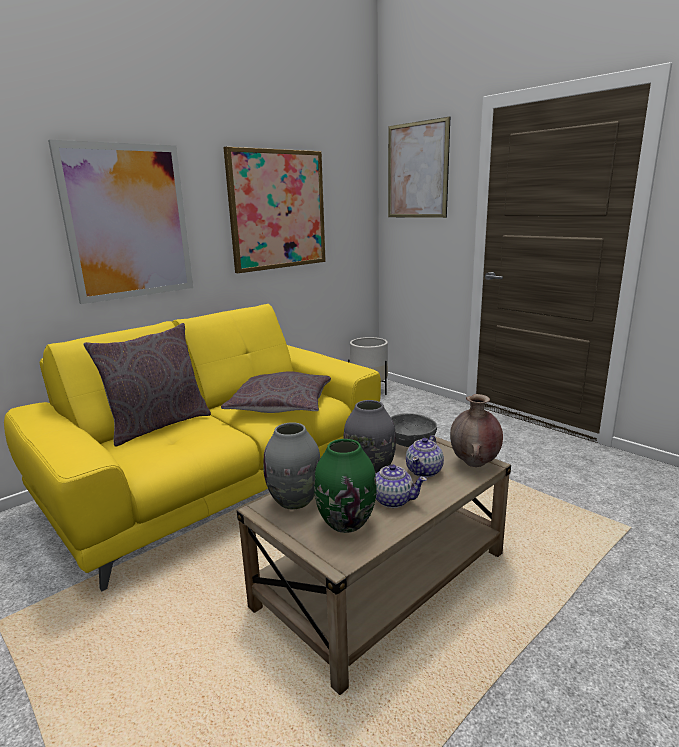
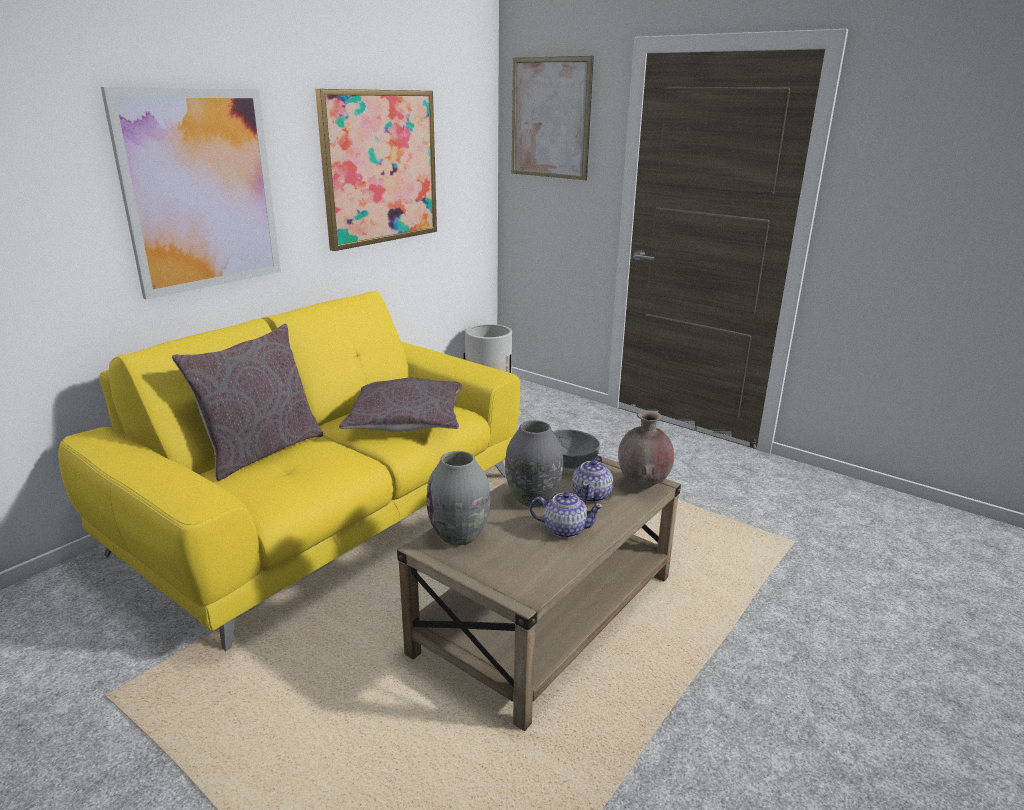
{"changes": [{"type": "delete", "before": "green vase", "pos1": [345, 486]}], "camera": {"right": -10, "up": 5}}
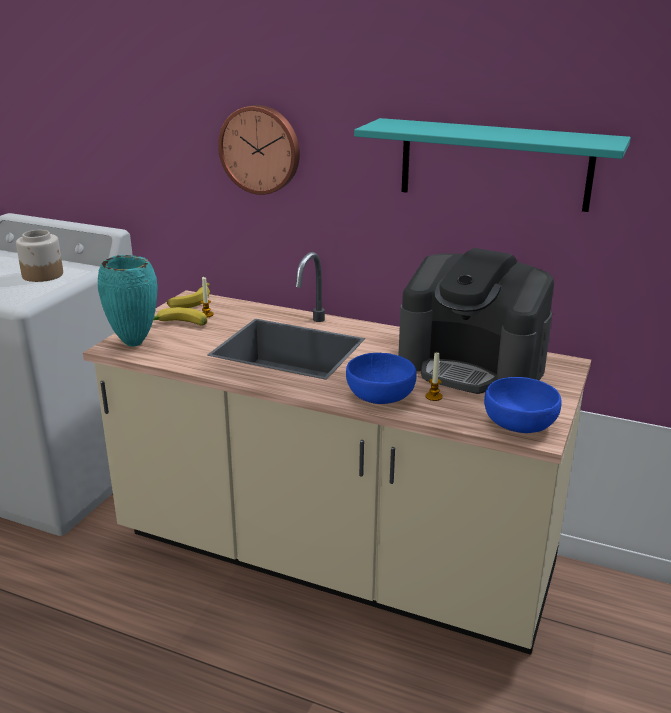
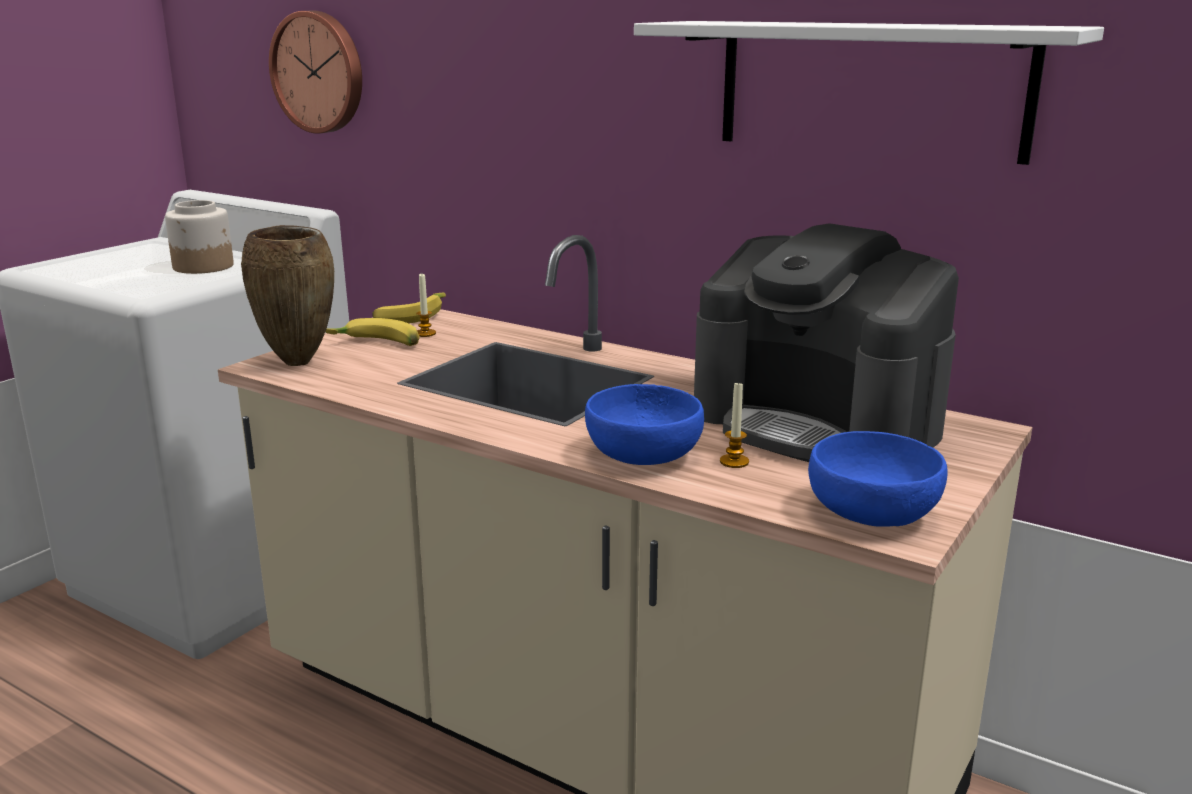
{"changes": [{"type": "move", "before": "wall clock", "pos1": [259, 150], "pos2": [315, 72]}, {"type": "recolor", "before": "turquoise vase", "after": "brown vase", "pos1": [128, 301], "pos2": [287, 295]}, {"type": "recolor", "before": "turquoise shelf", "after": "white shelf", "pos1": [492, 165], "pos2": [869, 93]}], "camera": {"right": 10, "up": -5}}
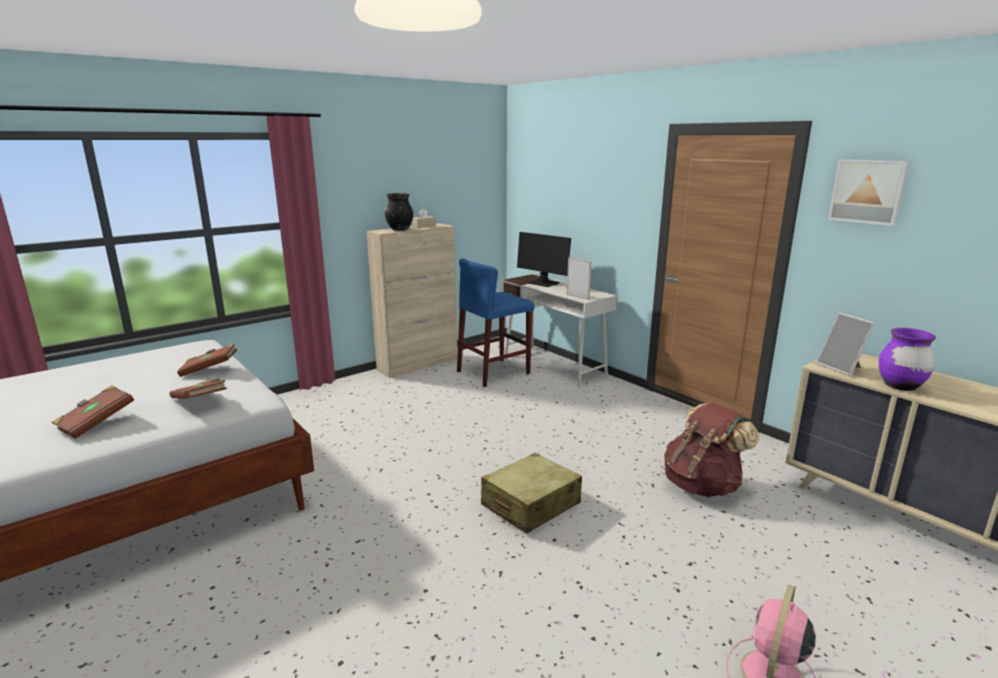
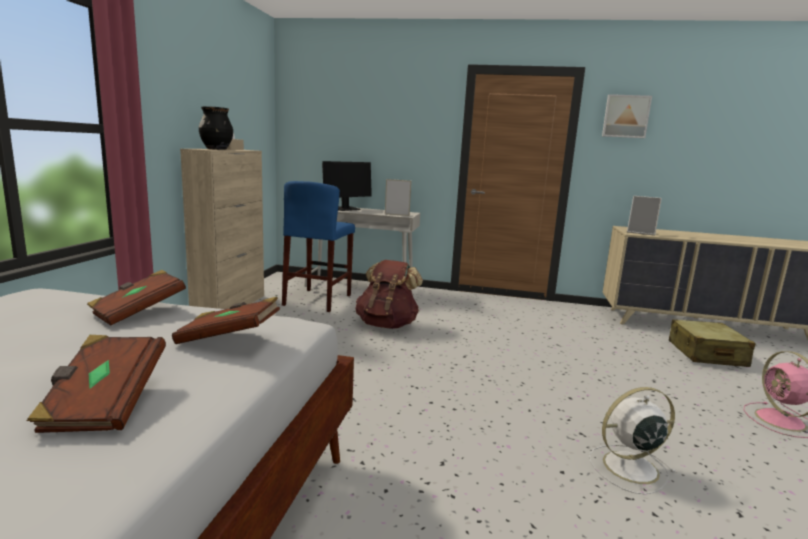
{"changes": [{"type": "delete", "before": "purple vase", "pos1": [907, 359]}, {"type": "insert", "after": "white fan", "pos2": [632, 440]}, {"type": "move", "before": "beige suitcase", "pos1": [531, 493], "pos2": [712, 343]}, {"type": "move", "before": "brown backpack", "pos1": [711, 449], "pos2": [389, 294]}, {"type": "rotate", "before": "monitor", "pos1": [544, 259], "pos2": [347, 186], "turn": -45}], "camera": {"right": -40, "up": -5}}
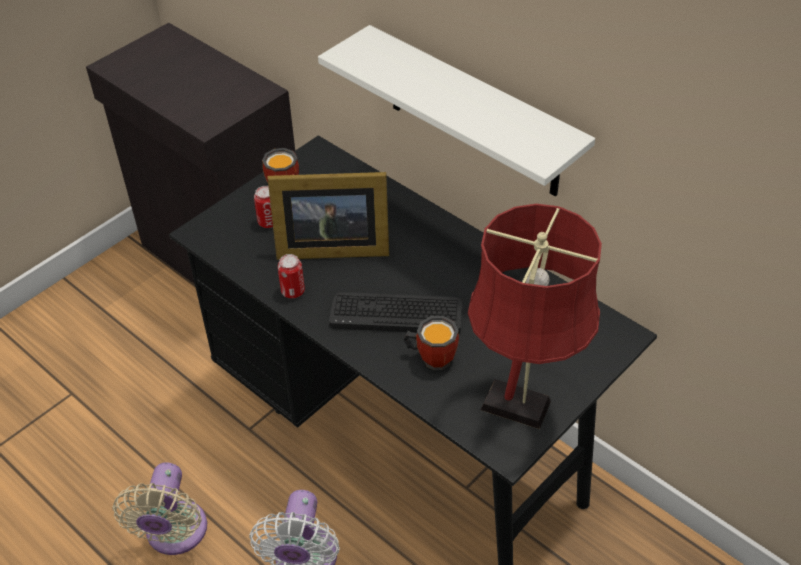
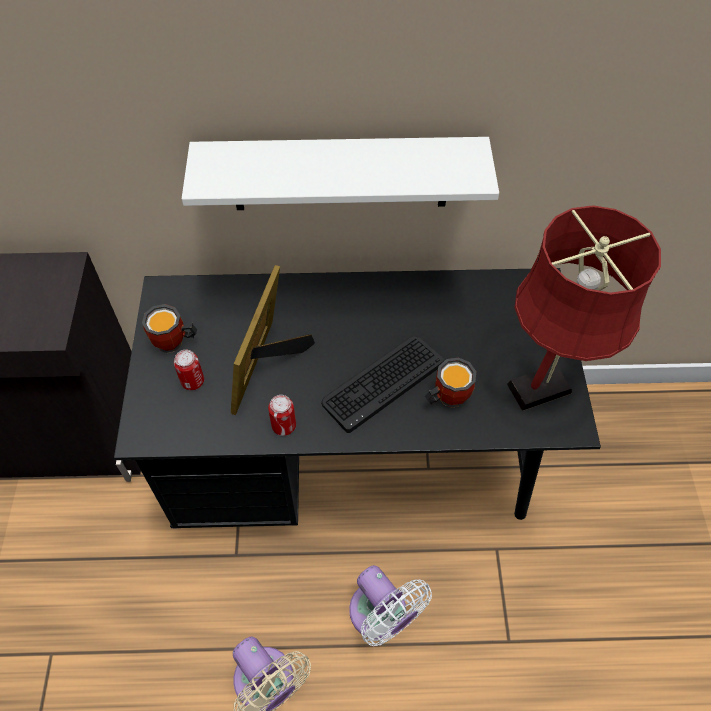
{"changes": [{"type": "rotate", "before": "picture frame", "pos1": [328, 216], "pos2": [273, 340], "turn": 150}], "camera": {"right": -45, "up": 10}}
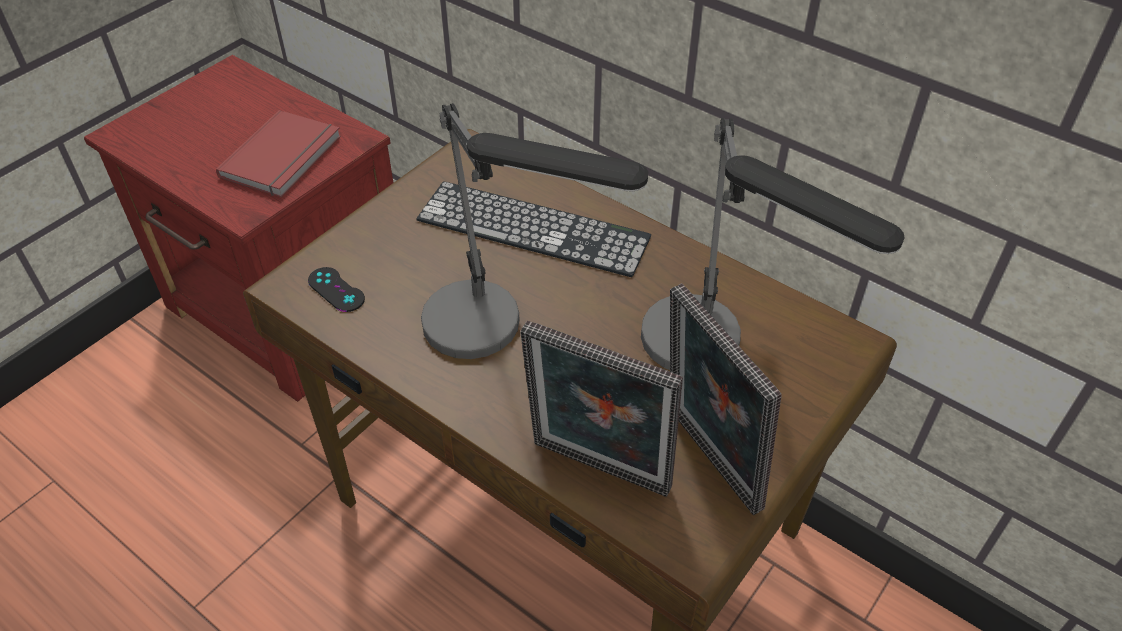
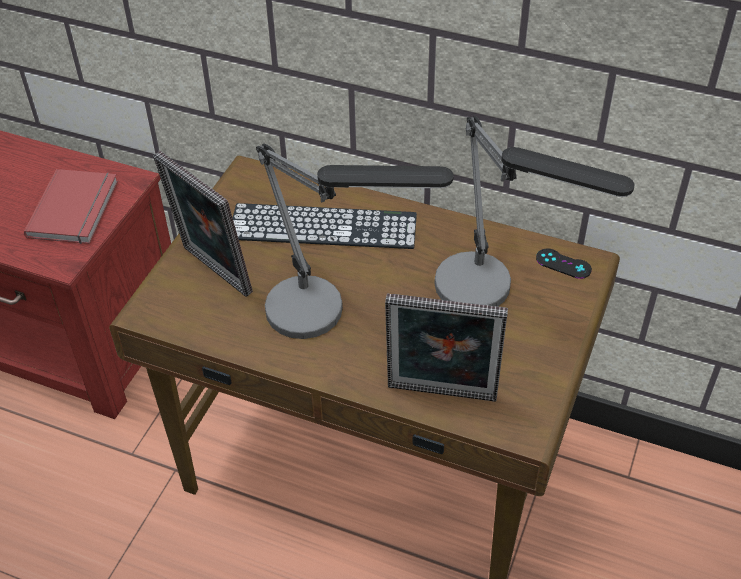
{"changes": [{"type": "move", "before": "black game controller", "pos1": [336, 289], "pos2": [564, 264]}, {"type": "move", "before": "picture frame", "pos1": [725, 399], "pos2": [203, 224]}], "camera": {"right": -15, "up": 0}}
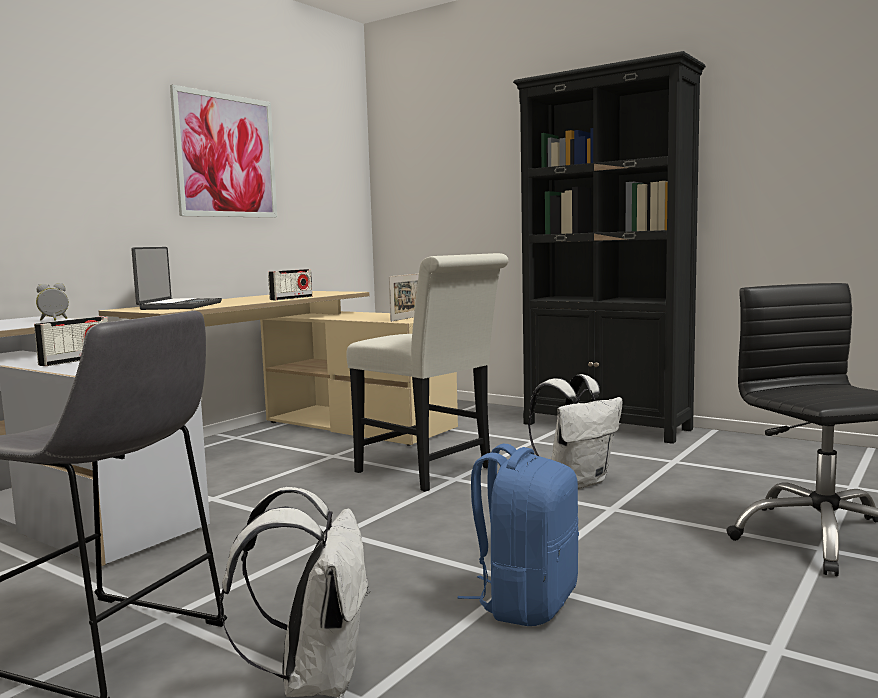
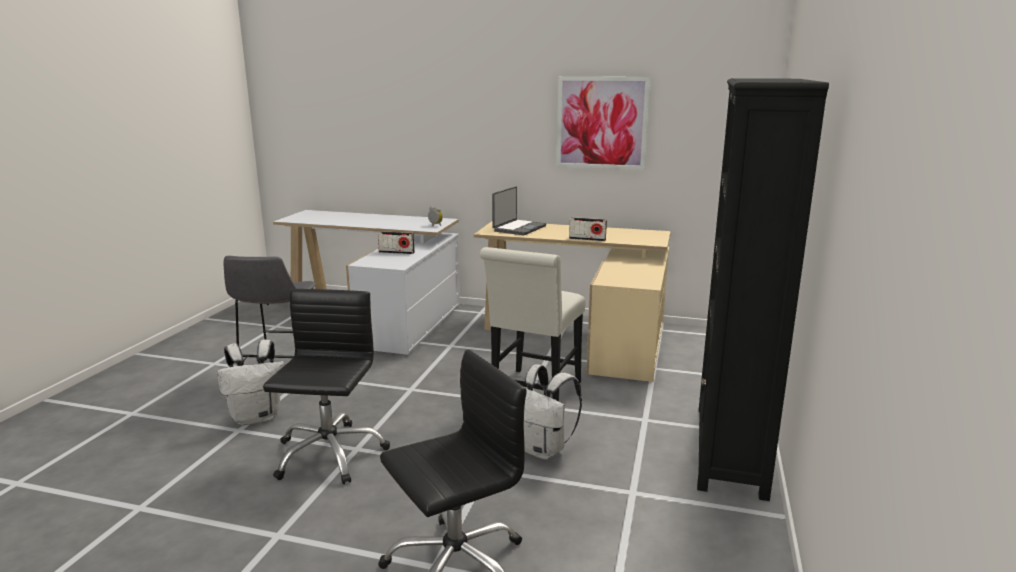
{"changes": [{"type": "delete", "before": "picture frame", "pos1": [404, 298]}, {"type": "replace", "before": "blue backpack", "after": "black office chair", "pos1": [518, 535], "pos2": [326, 386]}, {"type": "rotate", "before": "laptop", "pos1": [176, 278], "pos2": [519, 210], "turn": -45}], "camera": {"right": 70, "up": 10}}
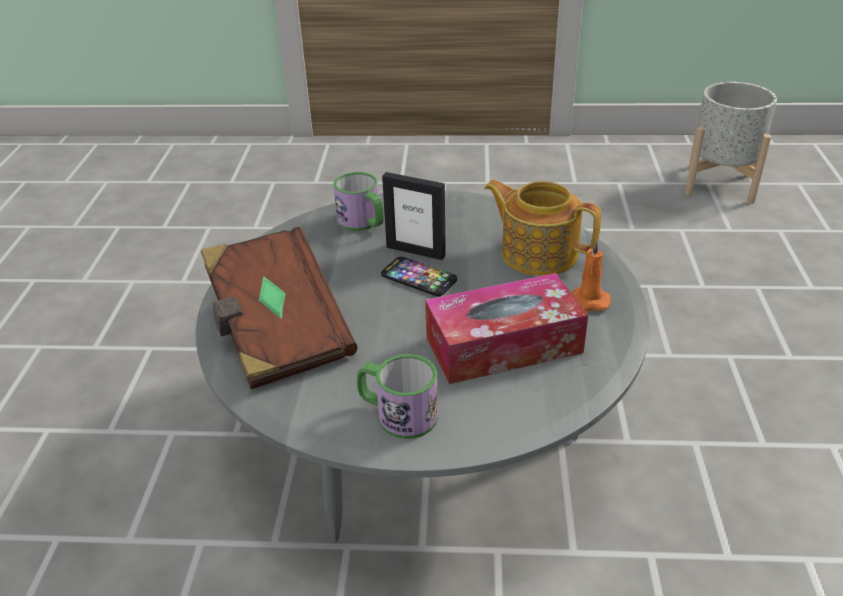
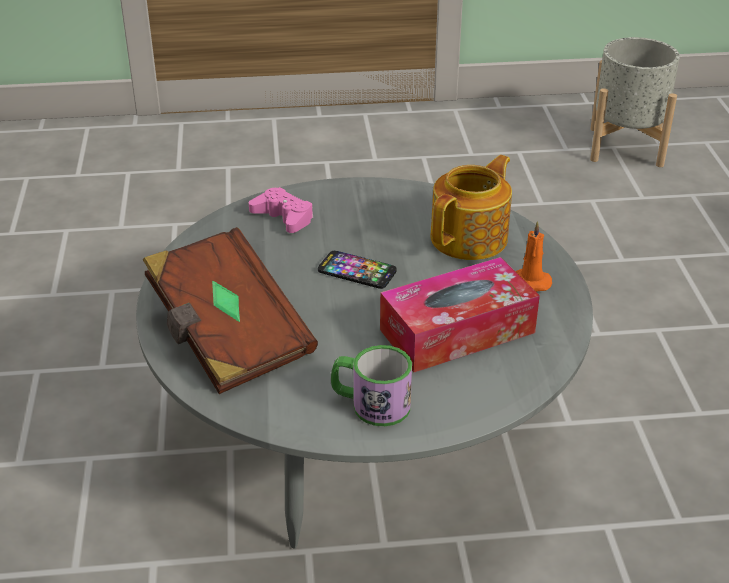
{"changes": [{"type": "delete", "before": "picture frame", "pos1": [414, 216]}, {"type": "replace", "before": "mug", "after": "pink game controller", "pos1": [358, 201], "pos2": [281, 210]}, {"type": "rotate", "before": "teapot", "pos1": [542, 228], "pos2": [471, 207], "turn": 105}], "camera": {"right": -10, "up": 0}}
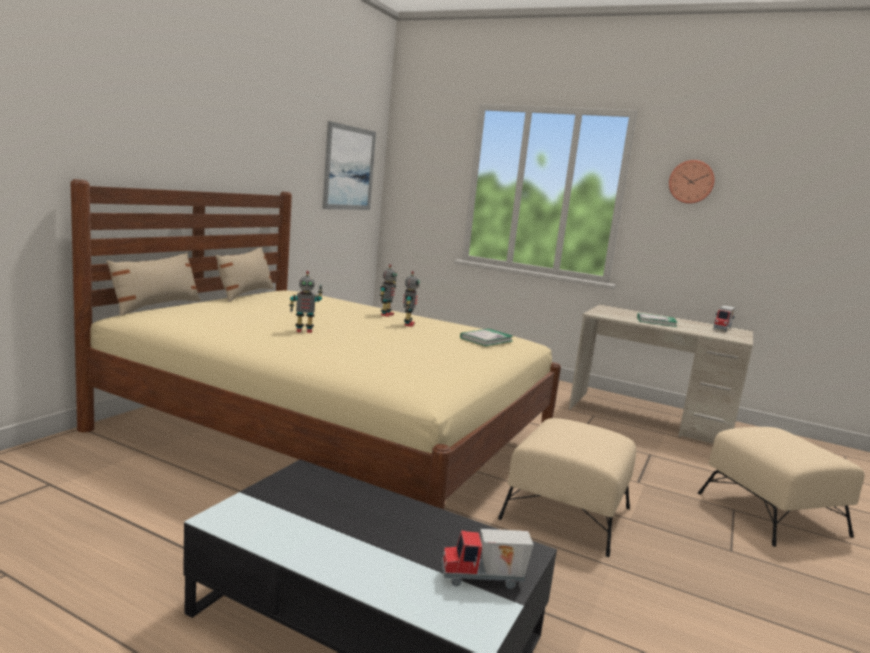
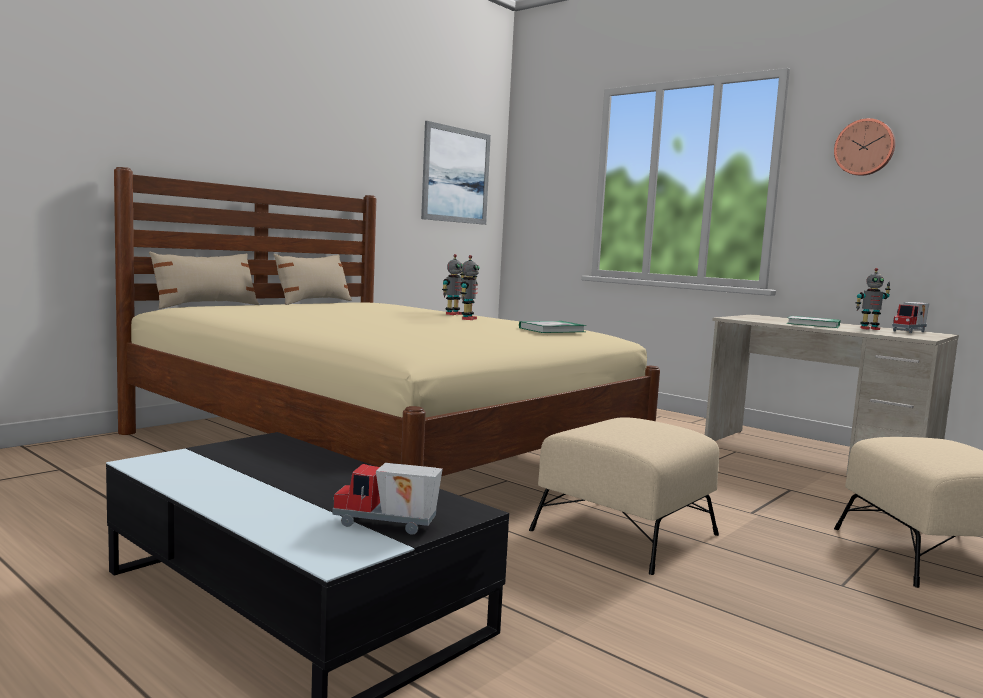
{"changes": [{"type": "move", "before": "toy robot", "pos1": [306, 302], "pos2": [873, 299]}], "camera": {"right": 15, "up": -5}}
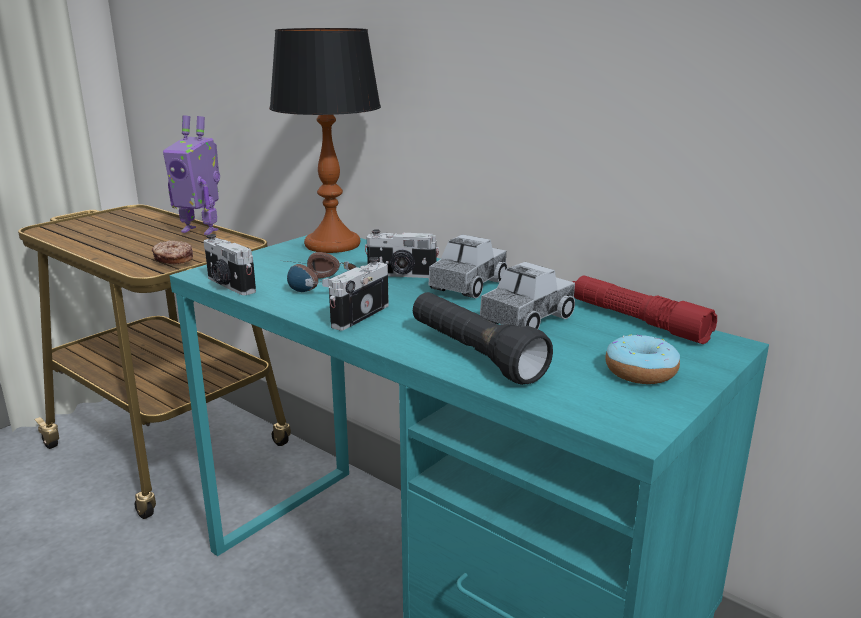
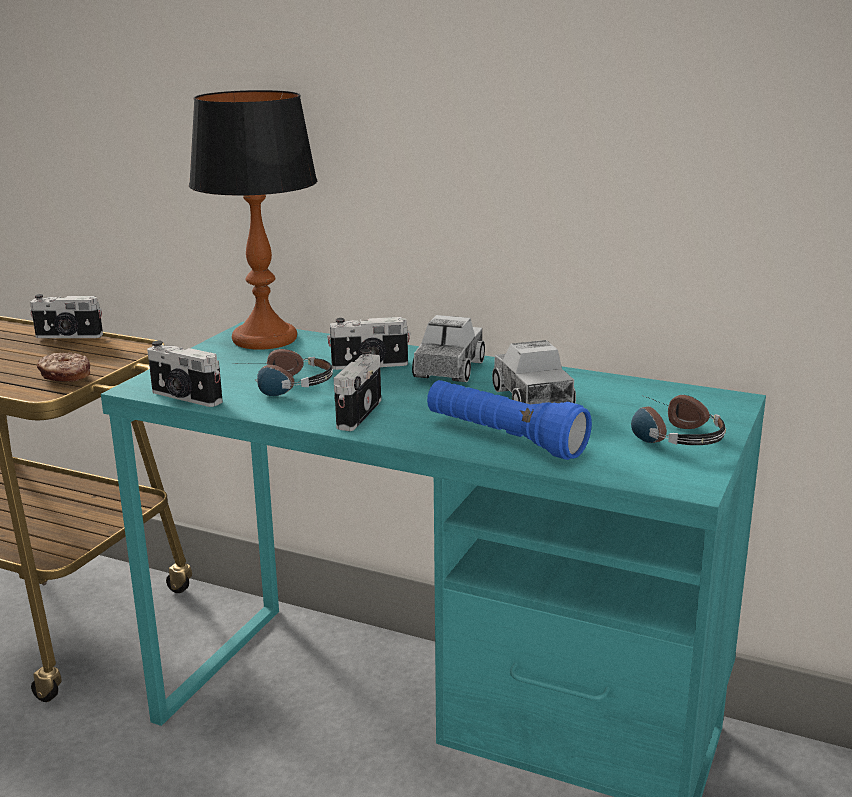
{"changes": [{"type": "delete", "before": "red flashlight", "pos1": [644, 310]}, {"type": "replace", "before": "toy robot", "after": "photo camera", "pos1": [191, 175], "pos2": [66, 316]}, {"type": "replace", "before": "donut", "after": "headphones", "pos1": [642, 359], "pos2": [678, 420]}, {"type": "recolor", "before": "black flashlight", "after": "blue flashlight", "pos1": [483, 338], "pos2": [509, 420]}, {"type": "rotate", "before": "toy truck", "pos1": [527, 295], "pos2": [534, 372], "turn": 135}], "camera": {"right": -15, "up": 0}}
